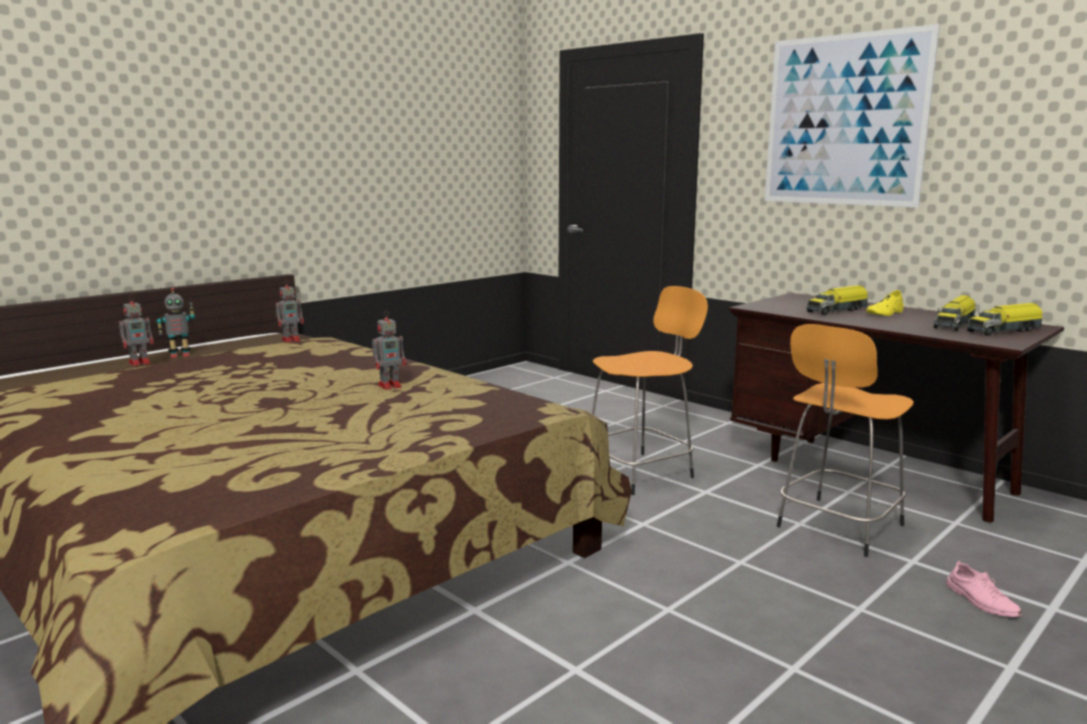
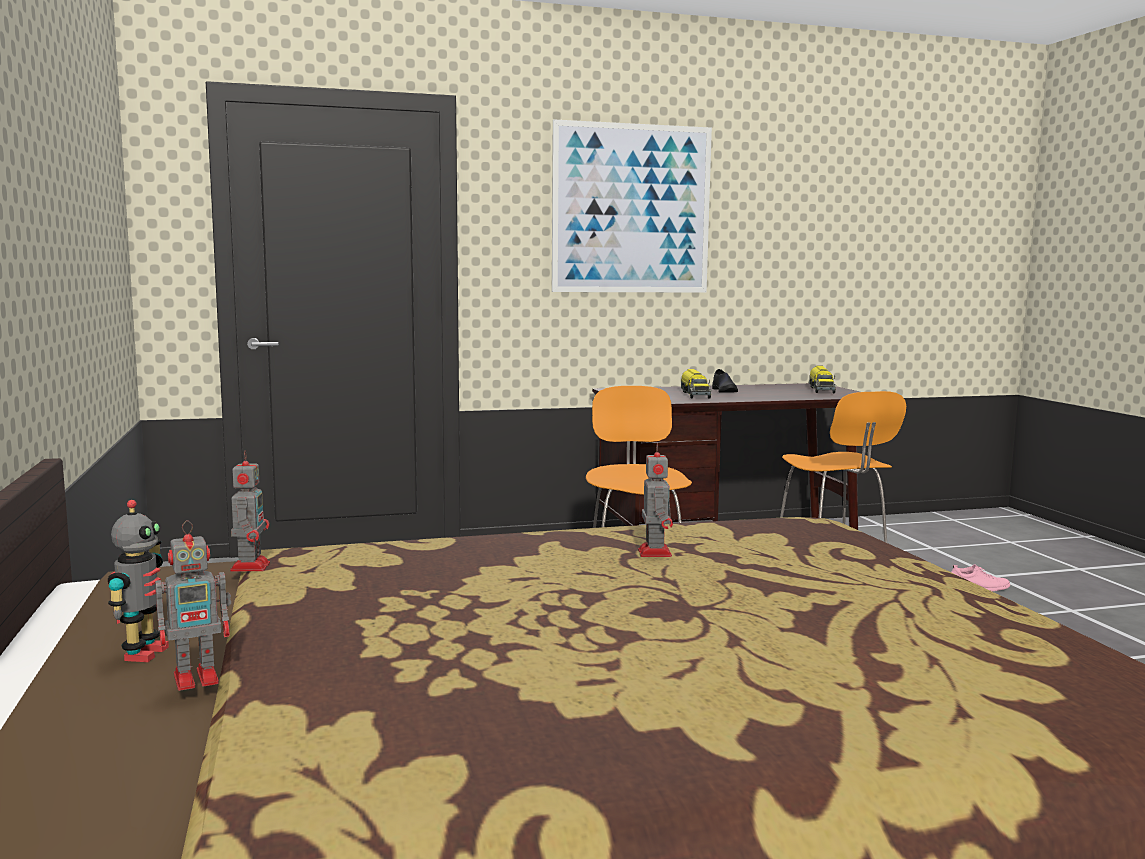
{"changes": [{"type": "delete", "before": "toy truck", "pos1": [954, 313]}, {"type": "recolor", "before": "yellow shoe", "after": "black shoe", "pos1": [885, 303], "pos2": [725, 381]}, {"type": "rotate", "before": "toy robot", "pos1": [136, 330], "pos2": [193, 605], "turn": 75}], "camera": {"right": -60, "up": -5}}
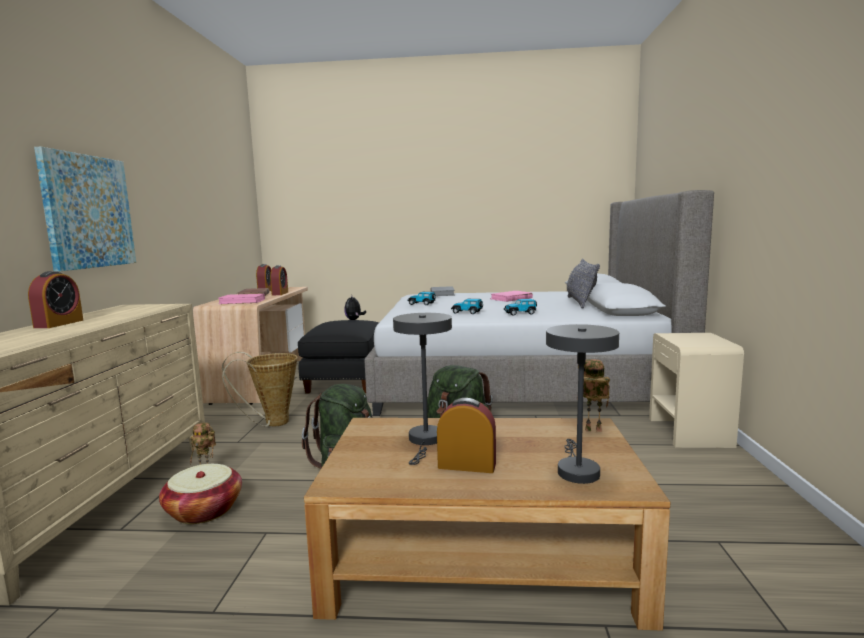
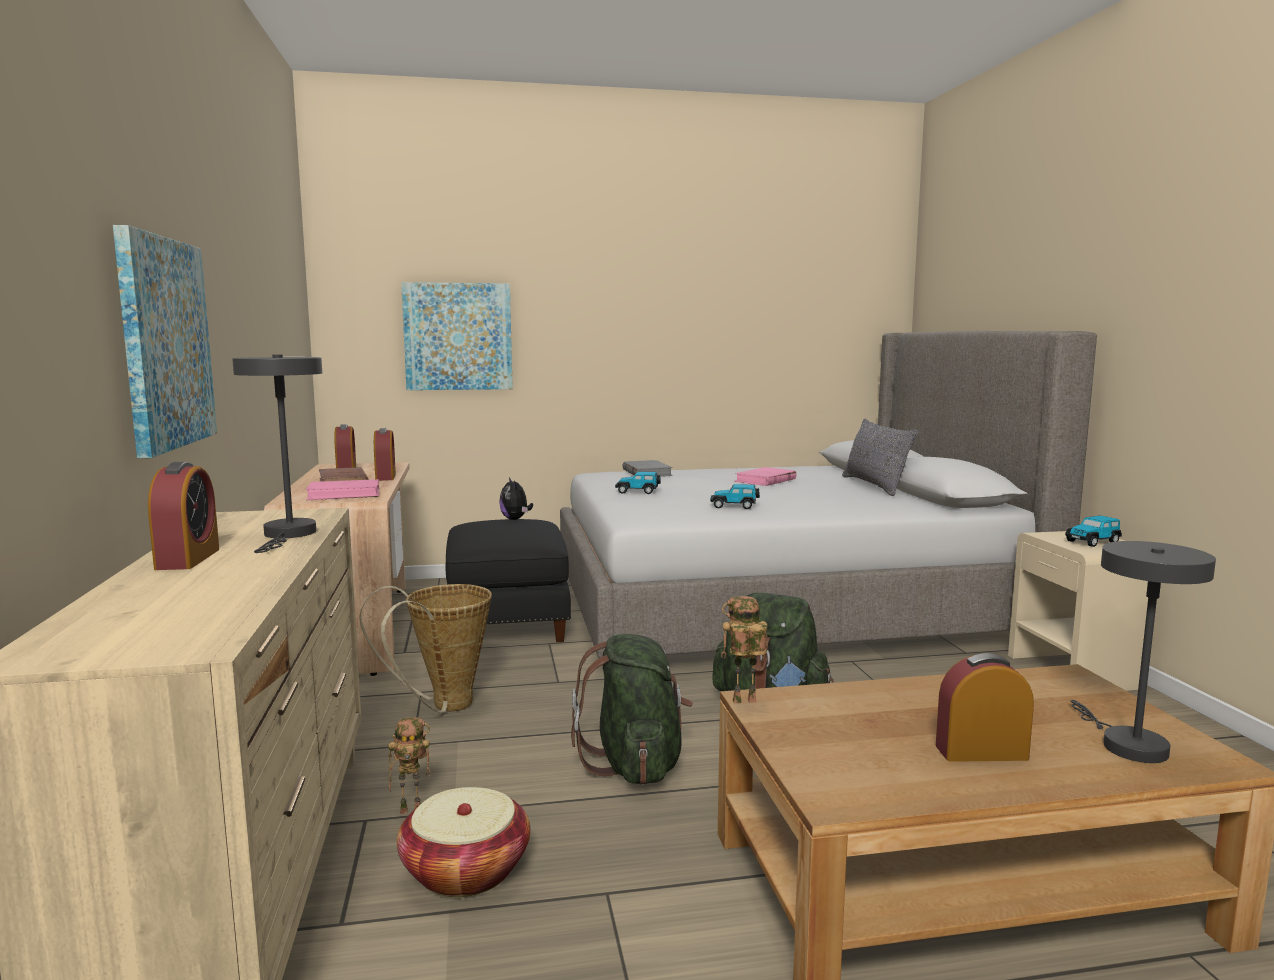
{"changes": [{"type": "insert", "after": "picture", "pos2": [457, 336]}, {"type": "move", "before": "grey table lamp", "pos1": [422, 389], "pos2": [277, 454]}, {"type": "move", "before": "toy car", "pos1": [520, 307], "pos2": [1093, 531]}, {"type": "move", "before": "toy robot", "pos1": [593, 395], "pos2": [744, 649]}], "camera": {"right": -15, "up": 0}}
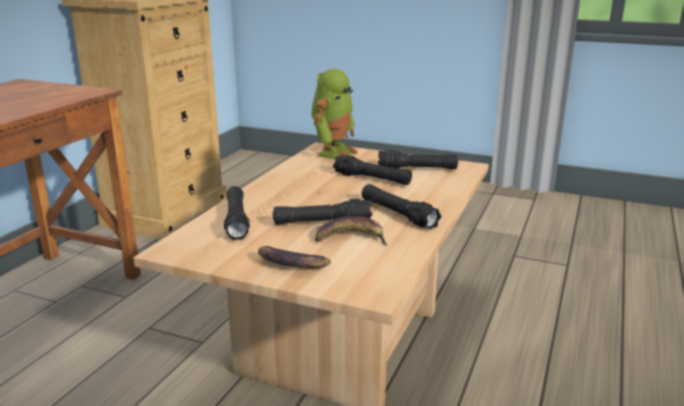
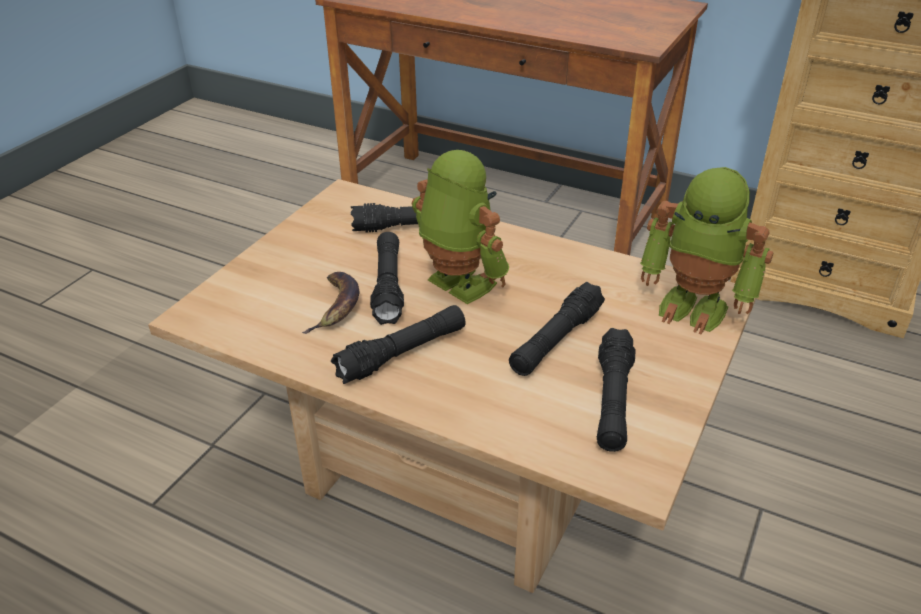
{"changes": [{"type": "delete", "before": "banana", "pos1": [294, 257]}, {"type": "insert", "after": "toy robot", "pos2": [460, 227]}], "camera": {"right": 95, "up": 15}}
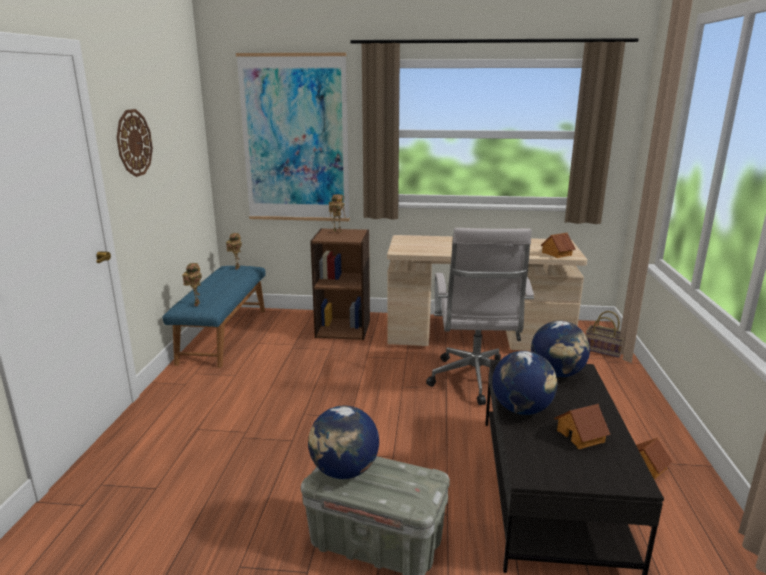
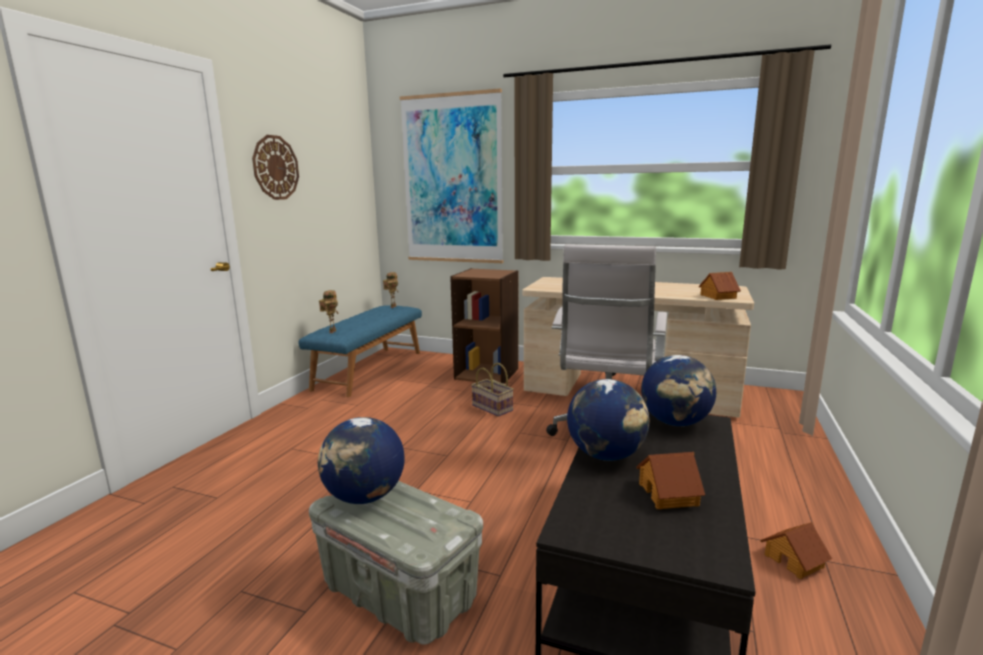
{"changes": [{"type": "delete", "before": "toy robot", "pos1": [337, 213]}, {"type": "move", "before": "basket", "pos1": [605, 334], "pos2": [492, 390]}], "camera": {"right": 15, "up": -5}}
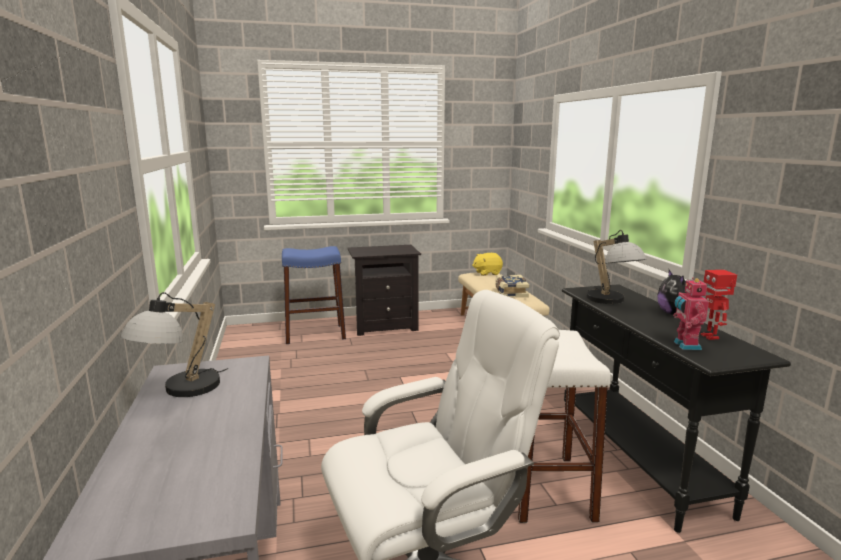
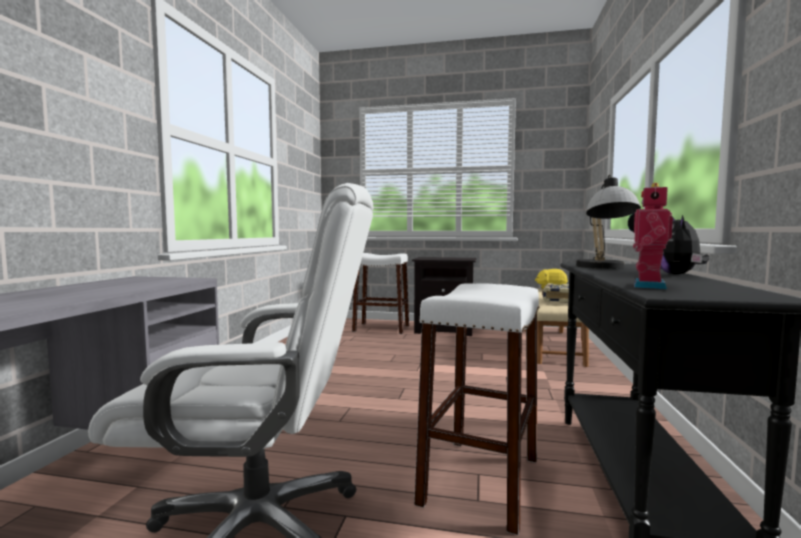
{"changes": [{"type": "delete", "before": "table lamp", "pos1": [174, 344]}, {"type": "delete", "before": "toy robot", "pos1": [718, 305]}, {"type": "recolor", "before": "blue stool", "after": "white stool", "pos1": [314, 295], "pos2": [380, 293]}], "camera": {"right": 25, "up": -10}}
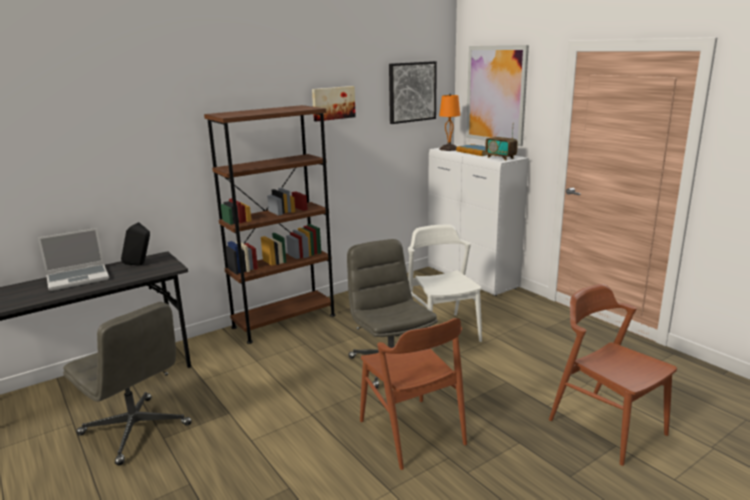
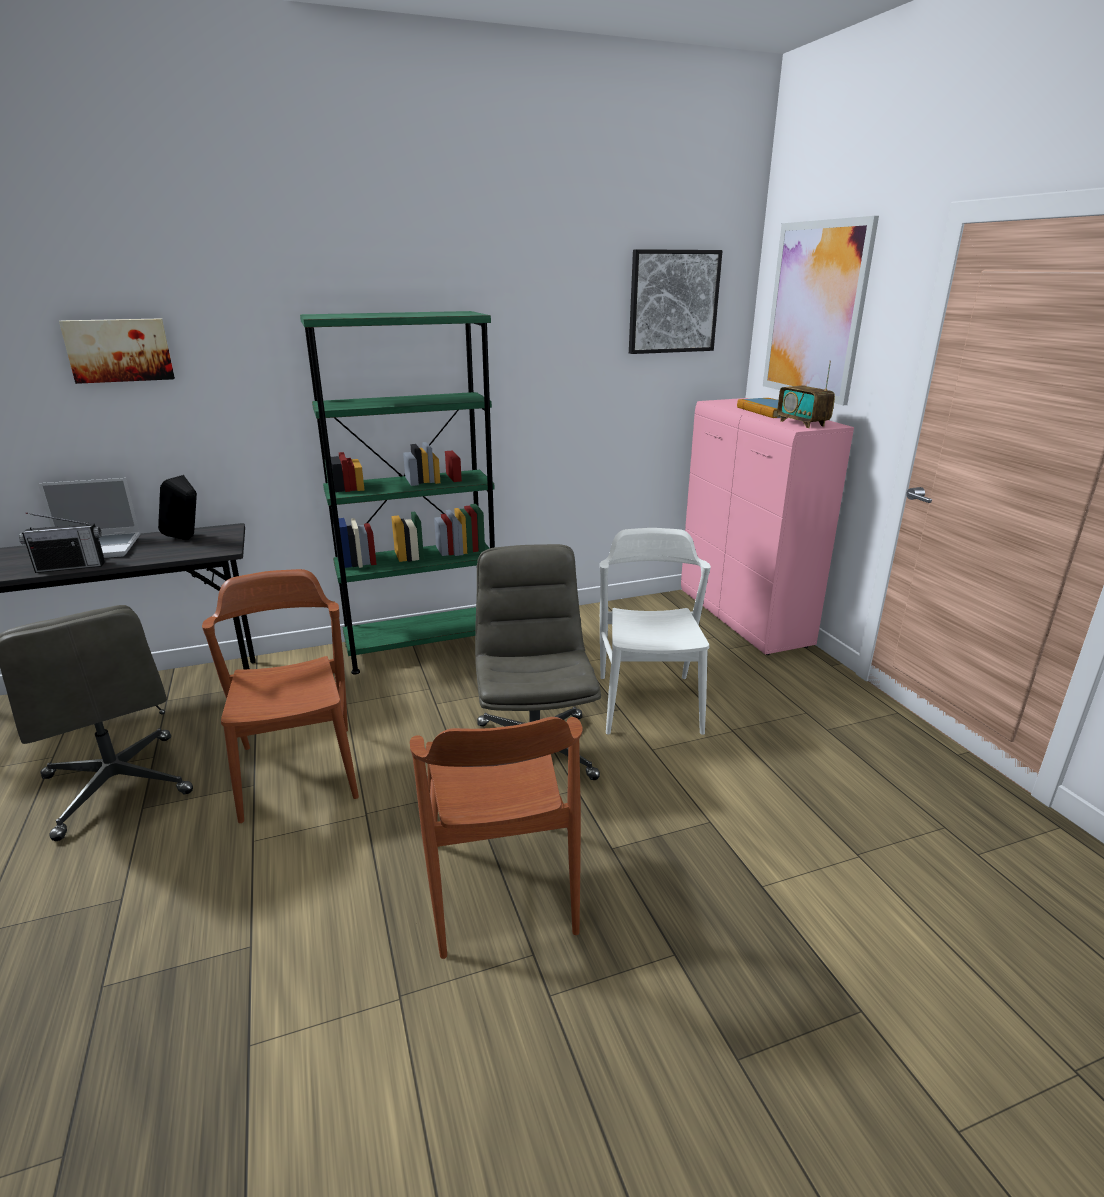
{"changes": [{"type": "delete", "before": "orange table lamp", "pos1": [449, 122]}, {"type": "insert", "after": "radio", "pos2": [62, 543]}, {"type": "move", "before": "picture", "pos1": [334, 103], "pos2": [117, 351]}, {"type": "move", "before": "brown chair", "pos1": [613, 375], "pos2": [280, 696]}, {"type": "recolor", "before": "brown bookcase", "after": "green bookcase", "pos1": [270, 224], "pos2": [397, 493]}, {"type": "recolor", "before": "white cabinet", "after": "pink cabinet", "pos1": [478, 220], "pos2": [767, 526]}], "camera": {"right": 15, "up": 5}}
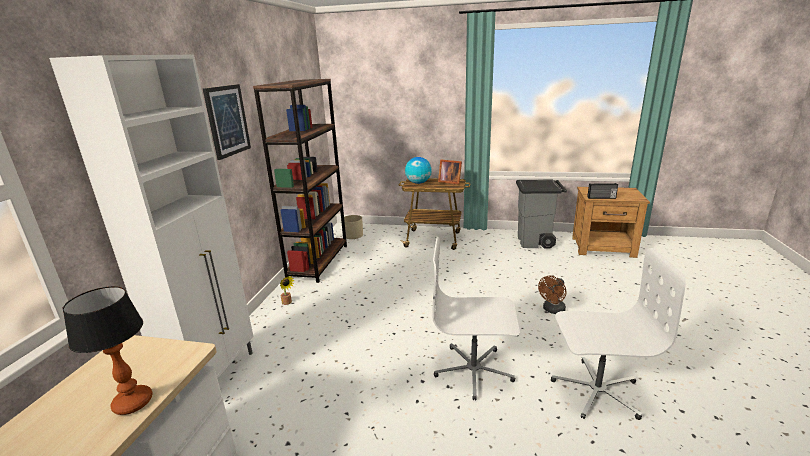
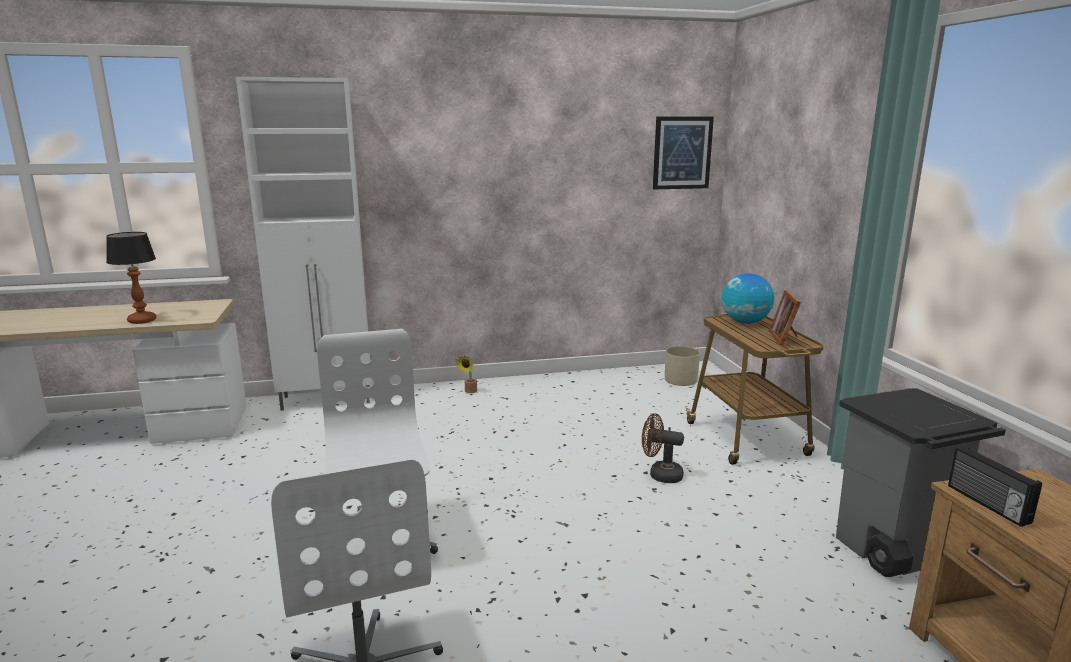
{"changes": [{"type": "delete", "before": "brown bookcase", "pos1": [300, 181]}, {"type": "move", "before": "picture", "pos1": [227, 122], "pos2": [683, 152]}, {"type": "move", "before": "brown fan", "pos1": [552, 295], "pos2": [663, 448]}], "camera": {"right": 65, "up": -5}}
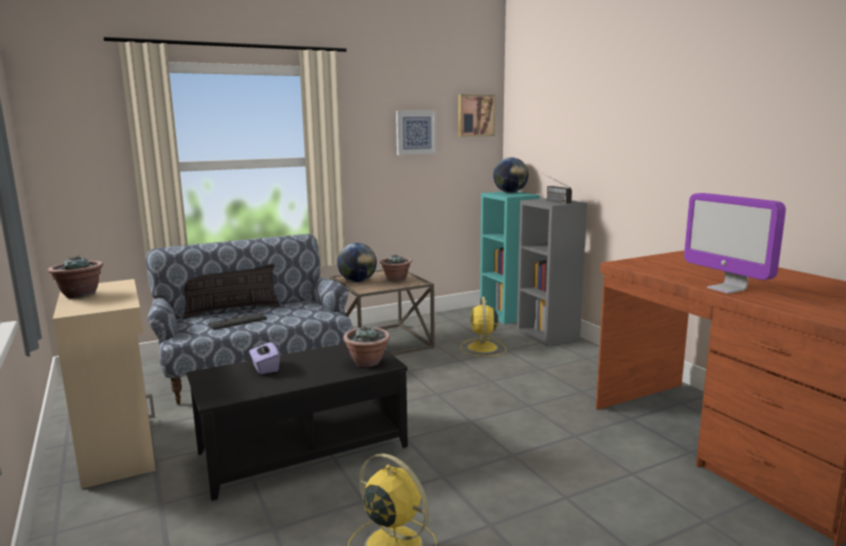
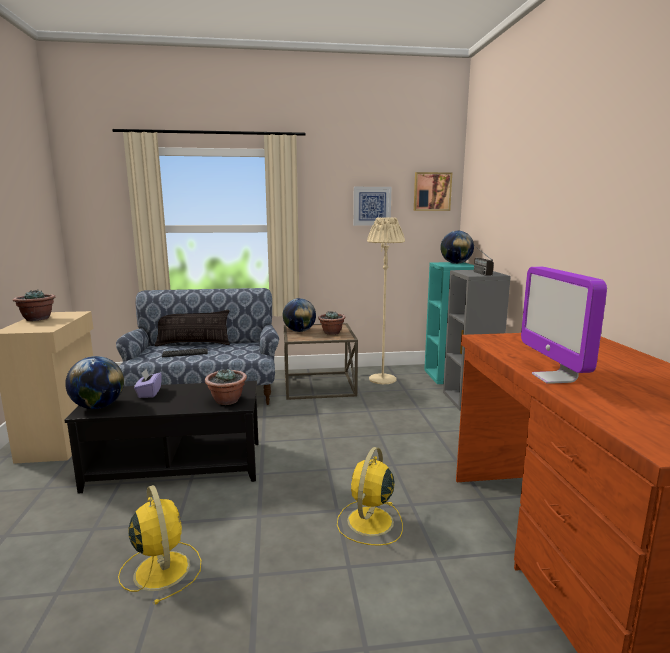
{"changes": [{"type": "insert", "after": "globe", "pos2": [94, 382]}, {"type": "insert", "after": "beige floor lamp", "pos2": [386, 300]}, {"type": "move", "before": "yellow fan", "pos1": [483, 326], "pos2": [370, 496]}], "camera": {"right": 20, "up": 0}}
